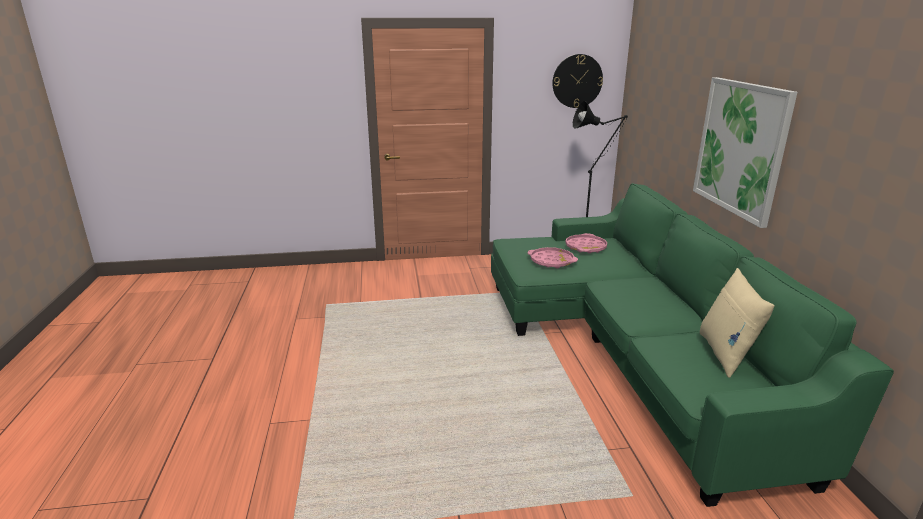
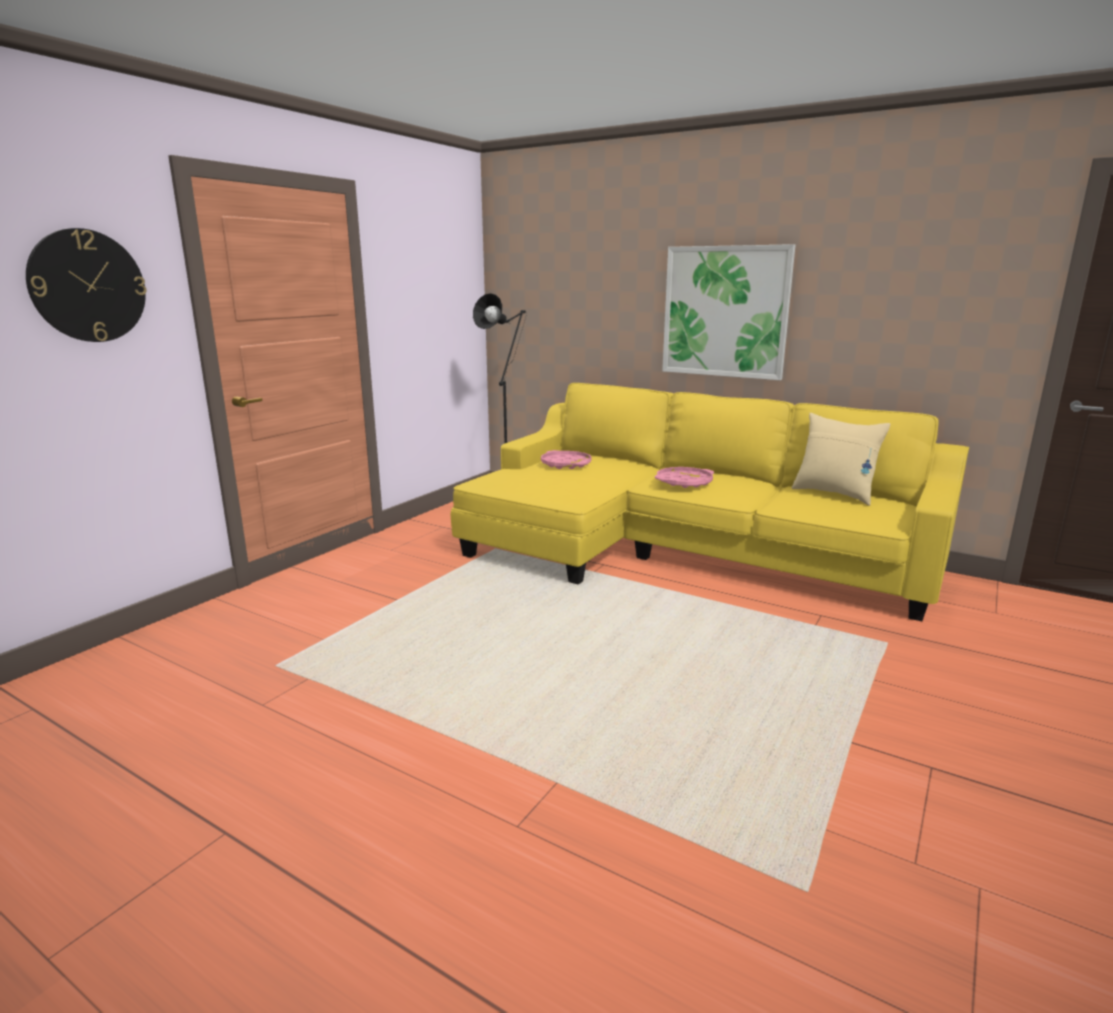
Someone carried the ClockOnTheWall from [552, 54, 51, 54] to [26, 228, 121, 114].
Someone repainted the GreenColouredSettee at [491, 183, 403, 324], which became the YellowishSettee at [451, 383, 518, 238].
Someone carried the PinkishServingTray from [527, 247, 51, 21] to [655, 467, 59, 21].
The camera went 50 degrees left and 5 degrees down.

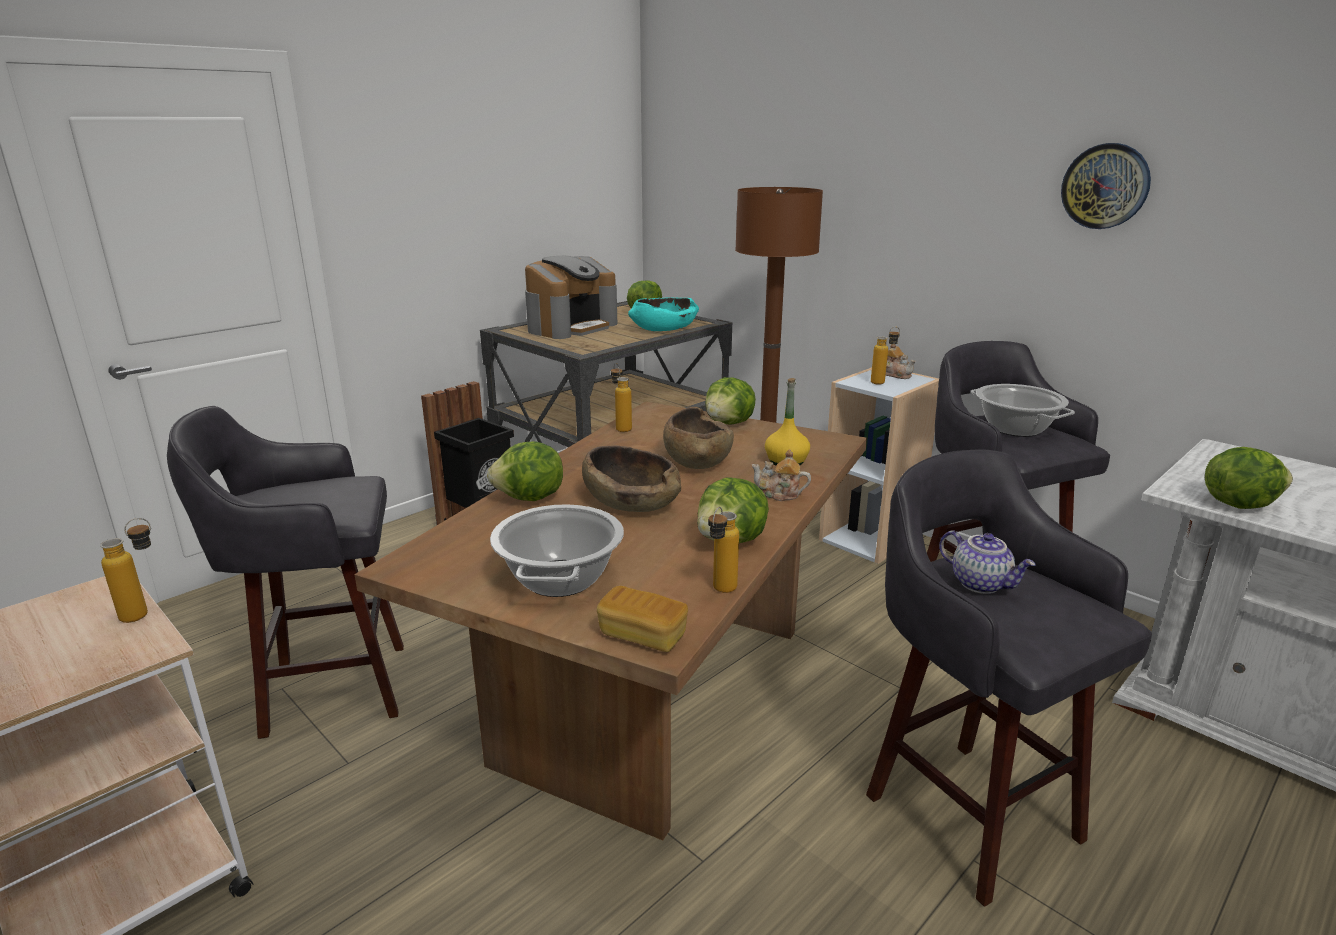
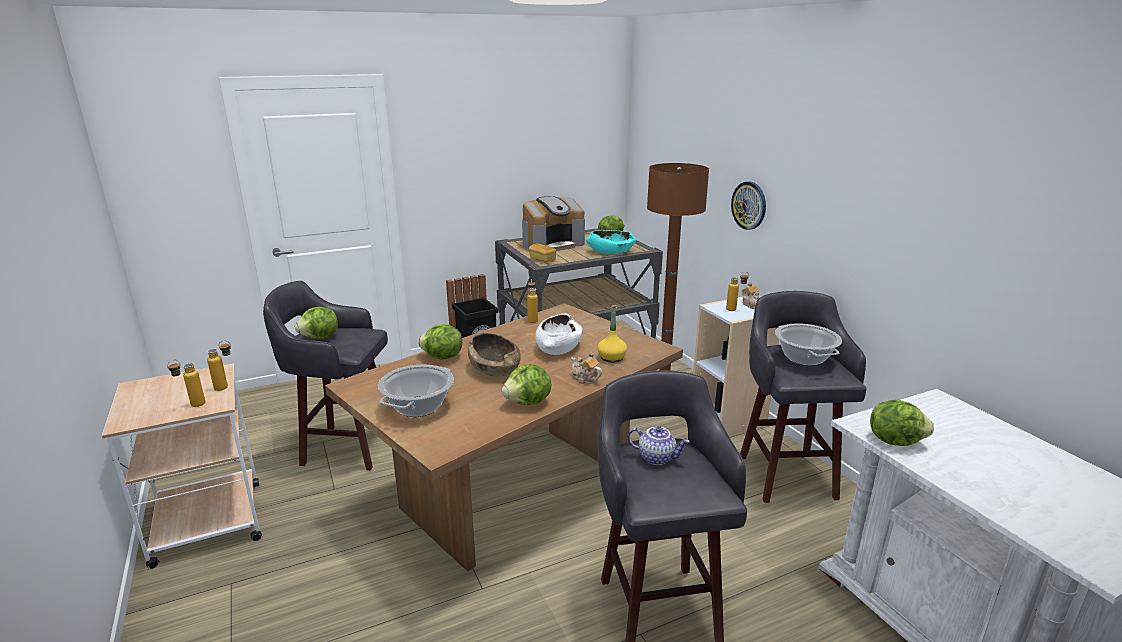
Someone carried the DrinkBottle from [708, 507, 31, 86] to [167, 360, 38, 47].
Someone carried the LettuceHead from [705, 377, 51, 47] to [295, 307, 43, 32].
Someone carried the BakedBread from [597, 586, 91, 66] to [529, 243, 27, 19].
Someone repainted the BrownBowl at [663, 407, 71, 62], which became the WhiteBowl at [535, 314, 47, 41].
Someone rotated the Teapot at [939, 530, 97, 64] by 45 degrees counterclockwise.
Someone carried the ClockOnTheWall from [1061, 143, 90, 86] to [731, 181, 35, 49].
The camera went 20 degrees right and 0 degrees up.

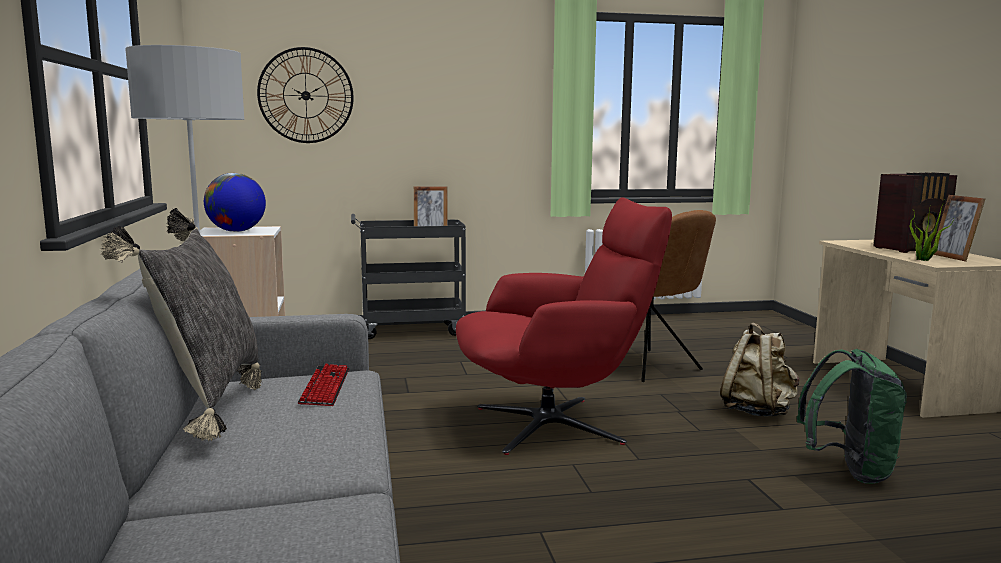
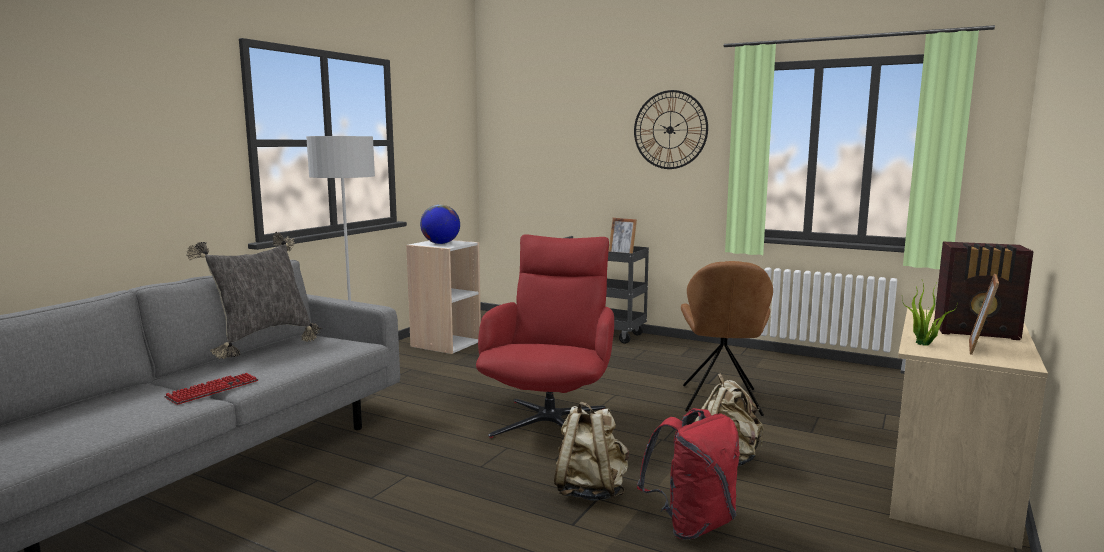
Someone carried the ComputerKeyboard from [298, 364, 51, 42] to [164, 373, 94, 32].
Someone rotated the RedColouredArmchair at [456, 197, 216, 258] by 105 degrees counterclockwise.
Someone put down the BeigeColouredBackpack at [554, 402, 75, 99].
Someone carried the ClockOnTheWall from [257, 47, 97, 96] to [634, 90, 74, 79].
Someone repainted the GreenColouredBackpack at [797, 349, 110, 135], which became the RedColouredBackpack at [637, 408, 103, 131].
The camera went 40 degrees right and 0 degrees up.

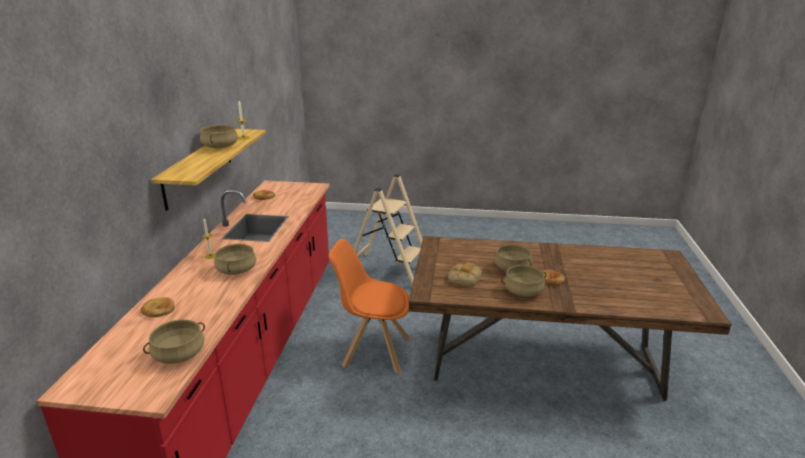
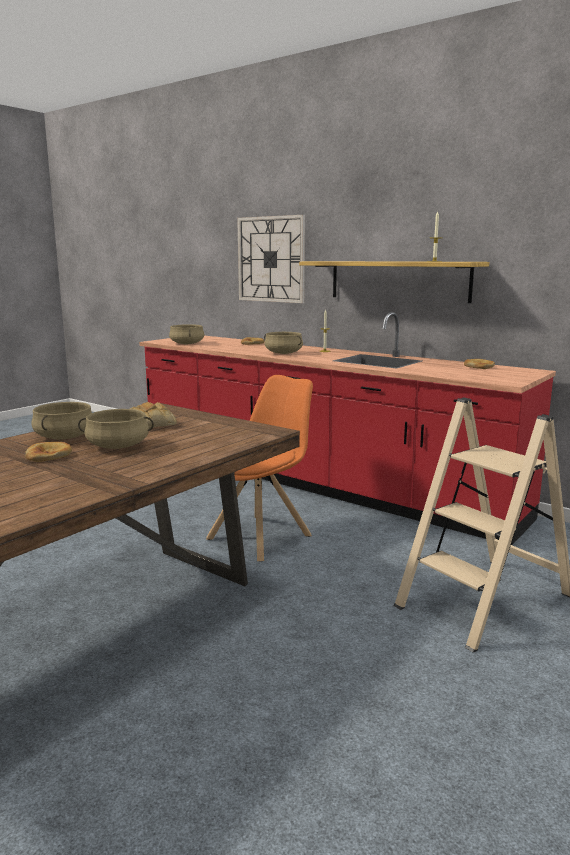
Someone put up the ClockOnTheWall at [237, 215, 68, 88].
Someone took away the BeigeColouredCookingPot at [200, 124, 38, 24].
The camera went 120 degrees right and 10 degrees down.

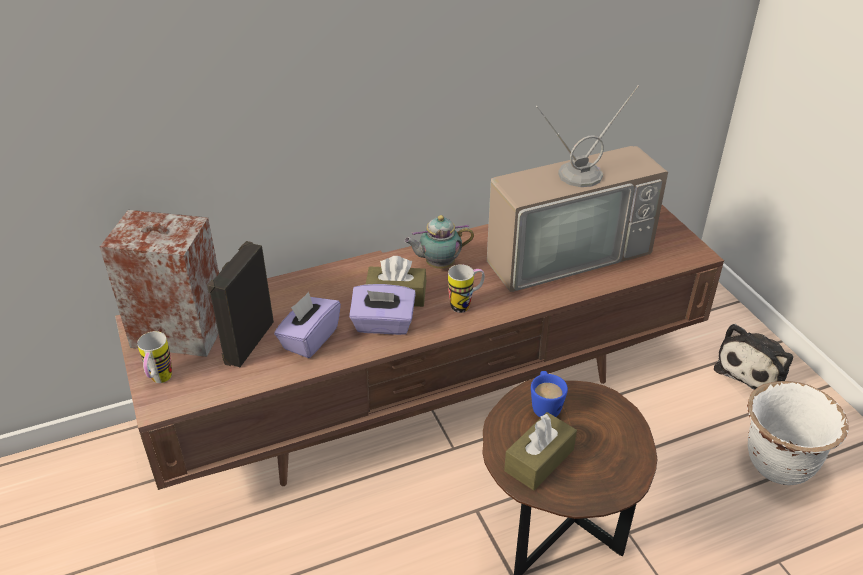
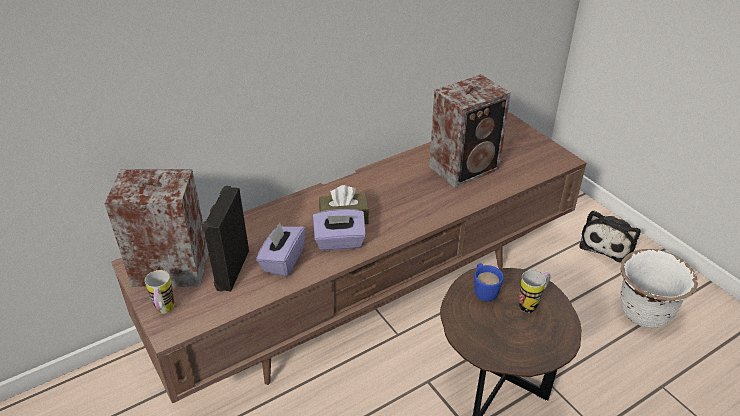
Someone swapped the Tv at [487, 85, 181, 207] for the Speaker at [429, 74, 82, 114].
Someone carried the TeaMug from [448, 264, 37, 49] to [519, 270, 32, 43].
Someone took away the Teapot at [404, 215, 70, 54].
Someone took away the BrownTissueHolder at [504, 412, 73, 78].
The camera went 10 degrees left and 0 degrees up.

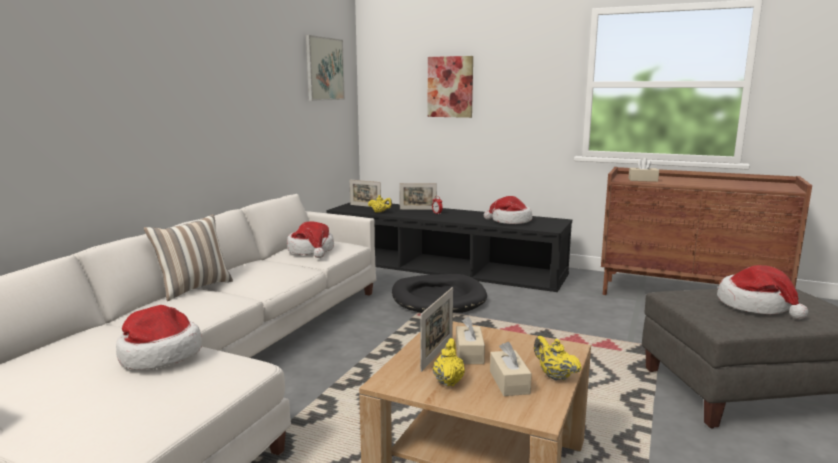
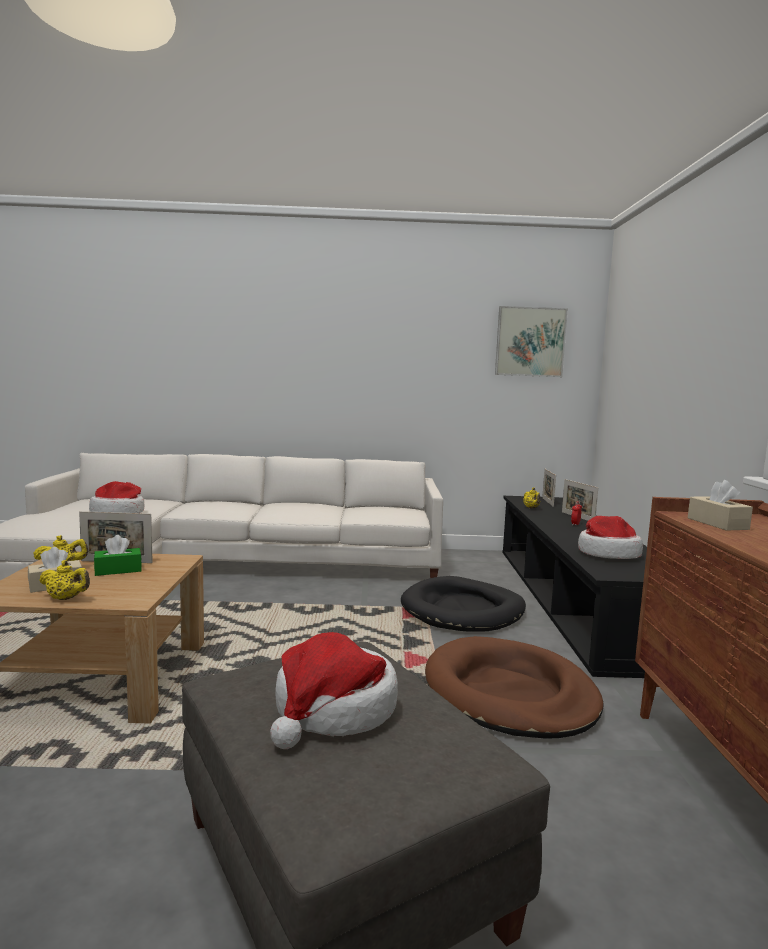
Someone rotated the YellowishTeapot at [534, 336, 48, 44] by 75 degrees clockwise.
Someone repainted the BeigeColouredTissueHolder at [456, 317, 29, 47], which became the GreenColouredTissueHolder at [94, 535, 48, 41].
Someone put down the BrownPetBed at [425, 636, 179, 103].
Someone took away the ThrowPillow at [144, 214, 89, 87].
Someone took away the ClothingHat at [287, 221, 47, 37].
Someone took away the WallArt at [428, 56, 45, 62].
The camera went 65 degrees right and 5 degrees down.

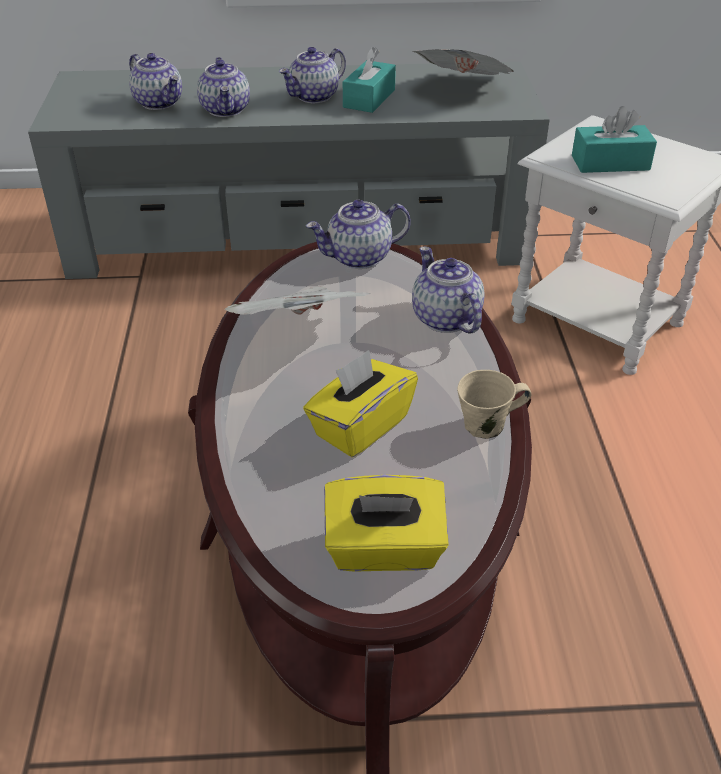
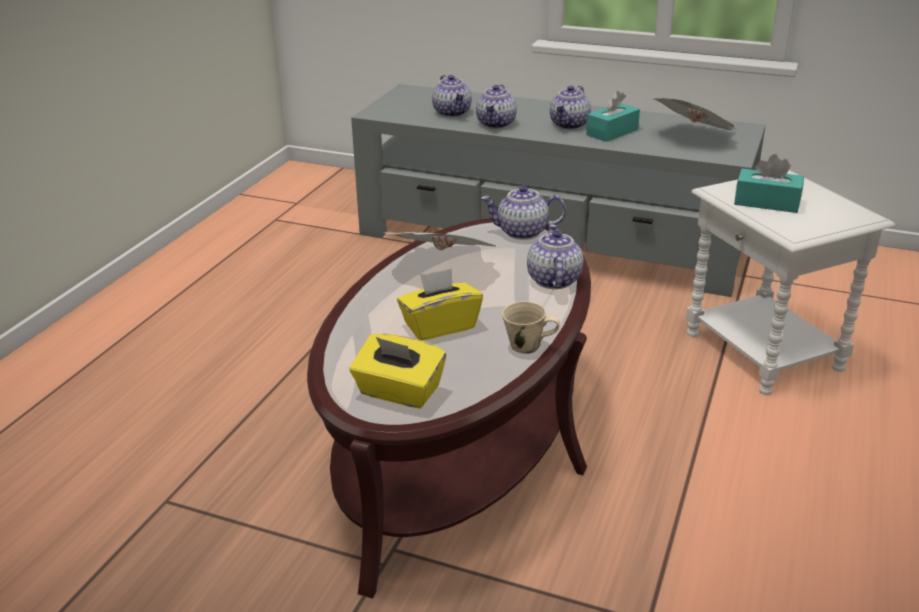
Someone rotated the Teapot at [279, 47, 67, 56] by 45 degrees counterclockwise.
The camera went 25 degrees right and 10 degrees down.

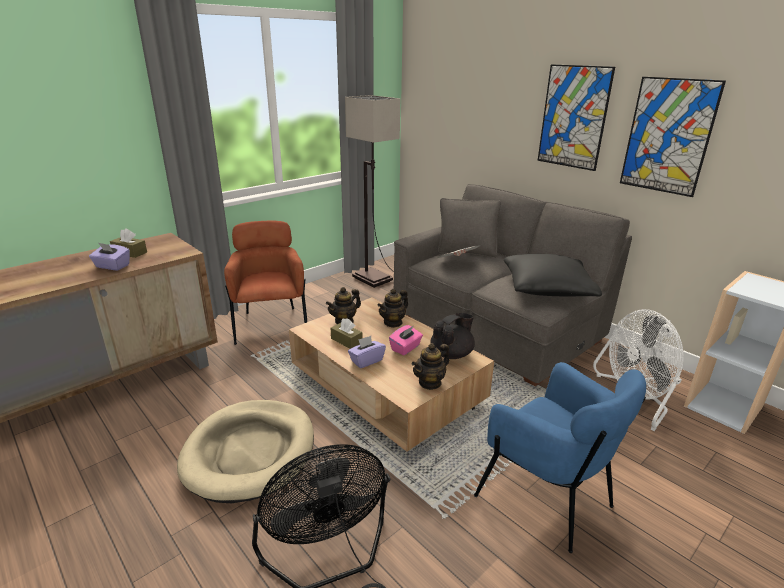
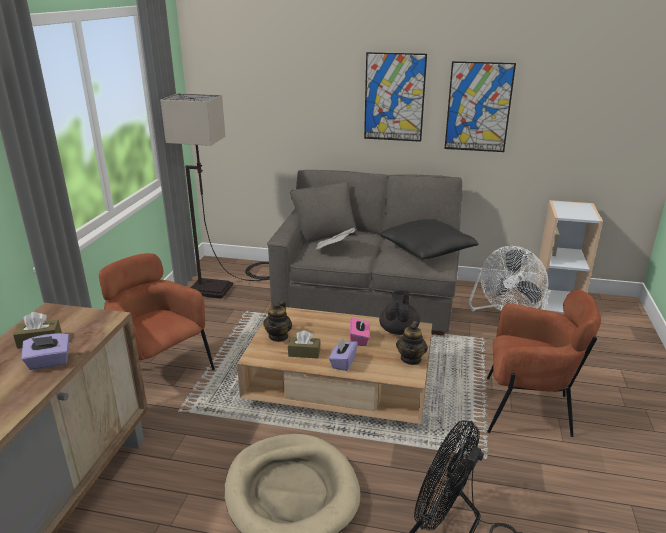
Someone repainted the BlueColouredArmchair at [474, 362, 172, 191], which became the BrownArmchair at [487, 290, 114, 147].
Someone took away the Teapot at [377, 288, 31, 40].
The camera went 35 degrees left and 0 degrees up.

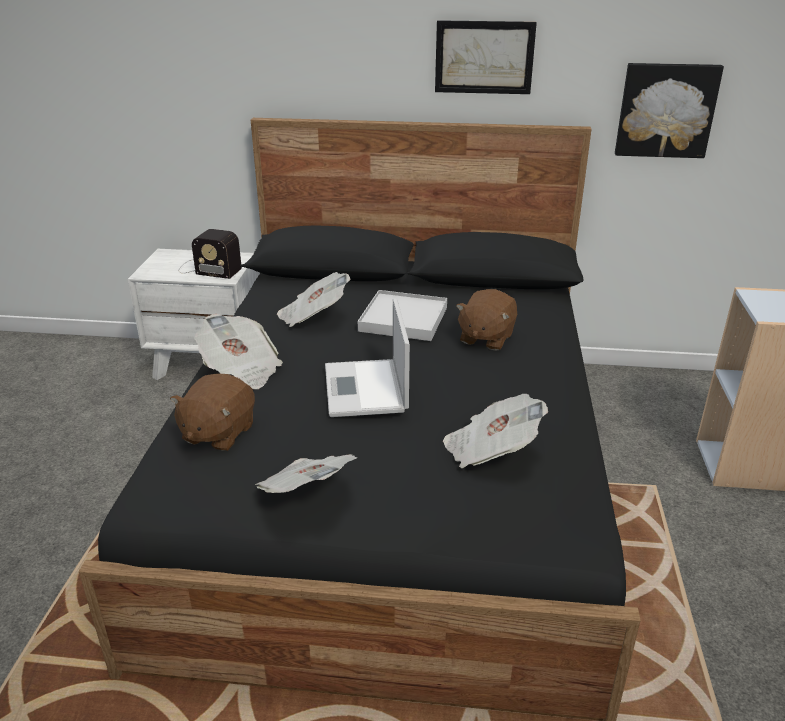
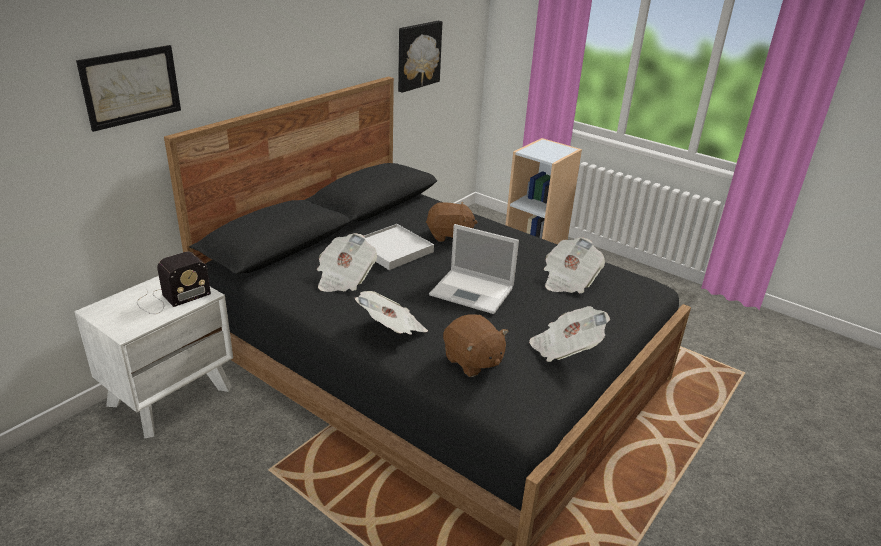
Someone carried the WallArt from [435, 20, 102, 74] to [76, 45, 105, 87].
Someone rotated the BrownCuddlyToy at [456, 289, 61, 62] by 60 degrees counterclockwise.
The camera went 60 degrees left and 0 degrees up.

